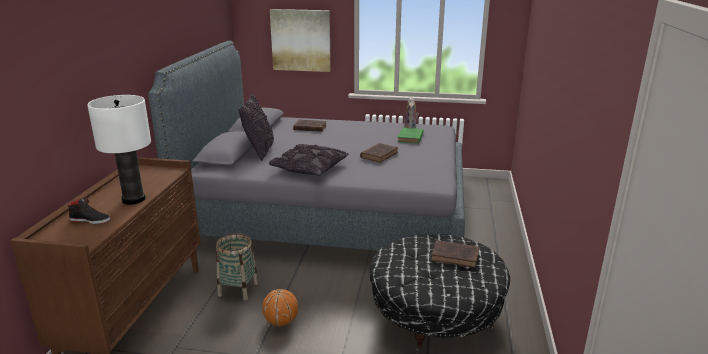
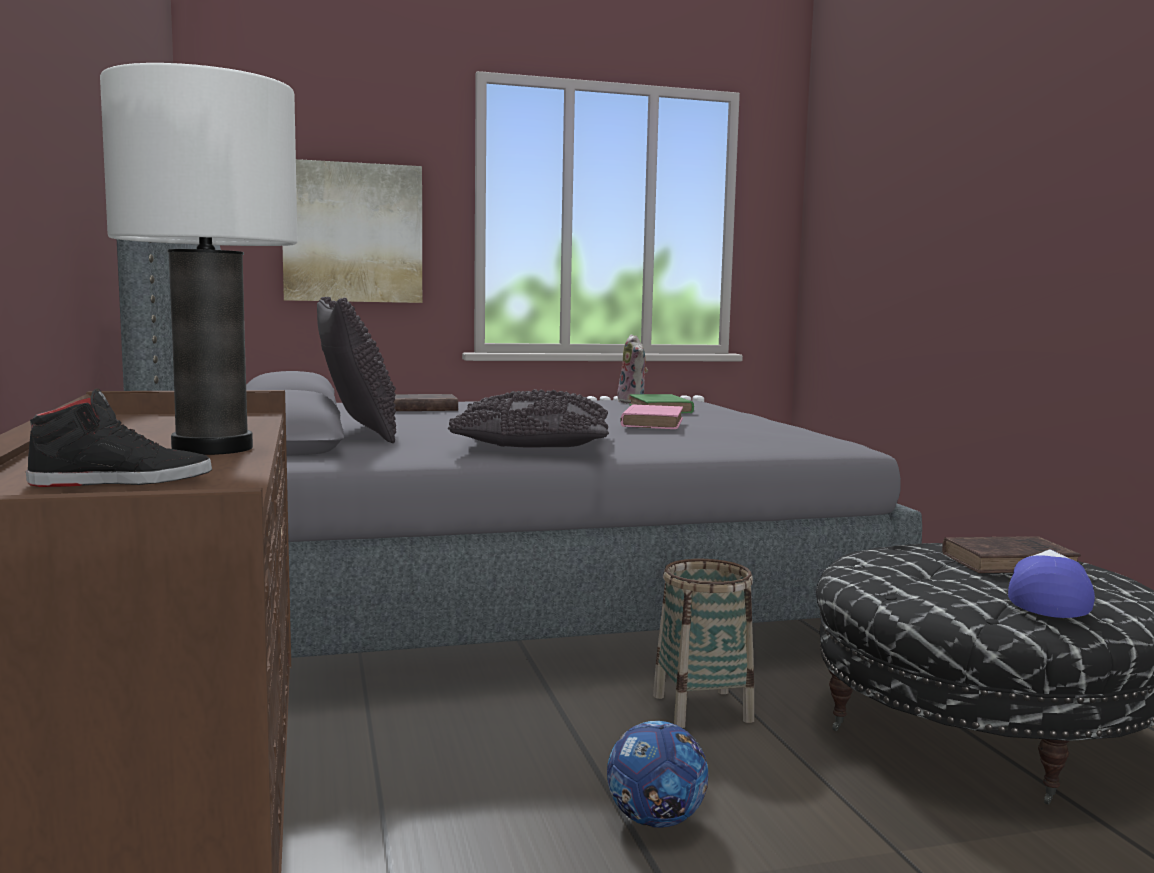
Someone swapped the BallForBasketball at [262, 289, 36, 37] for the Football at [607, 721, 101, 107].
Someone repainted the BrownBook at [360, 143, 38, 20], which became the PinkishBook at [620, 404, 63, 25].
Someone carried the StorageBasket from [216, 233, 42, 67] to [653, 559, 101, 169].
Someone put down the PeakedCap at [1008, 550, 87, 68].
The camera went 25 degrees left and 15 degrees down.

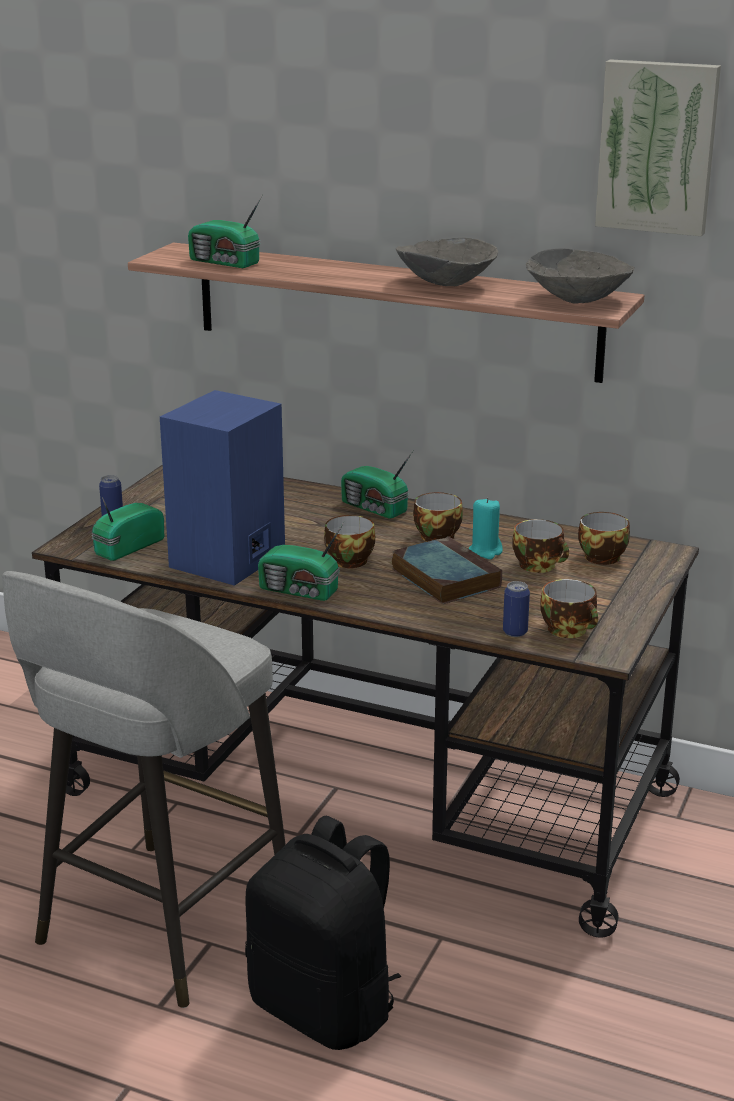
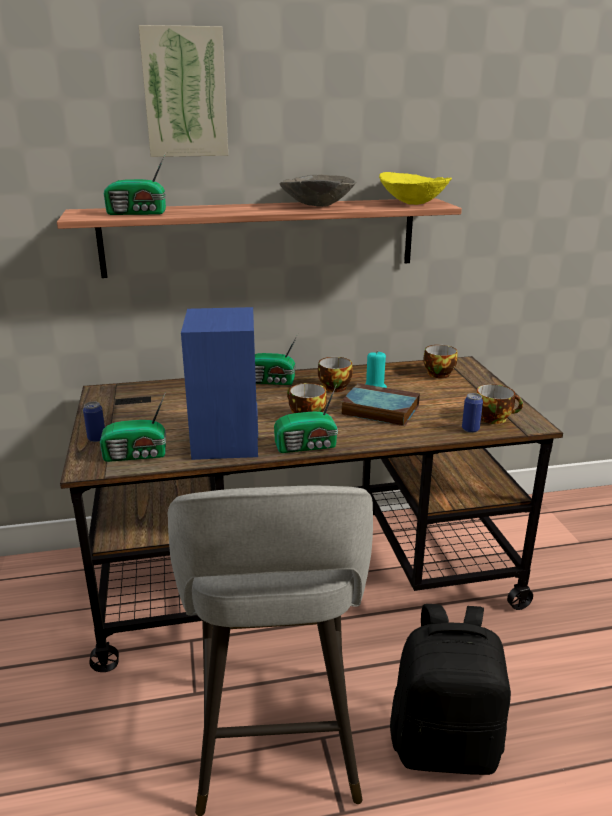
Someone rotated the RadioSet at [91, 497, 73, 64] by 105 degrees counterclockwise.
Someone carried the WallArt from [595, 59, 126, 177] to [138, 25, 90, 132].
Someone repainted the GrayBowl at [526, 248, 109, 56], which became the YellowishBowl at [379, 172, 73, 33].
Someone took away the DrinkingCup at [512, 519, 57, 54].
The camera went 35 degrees left and 0 degrees up.

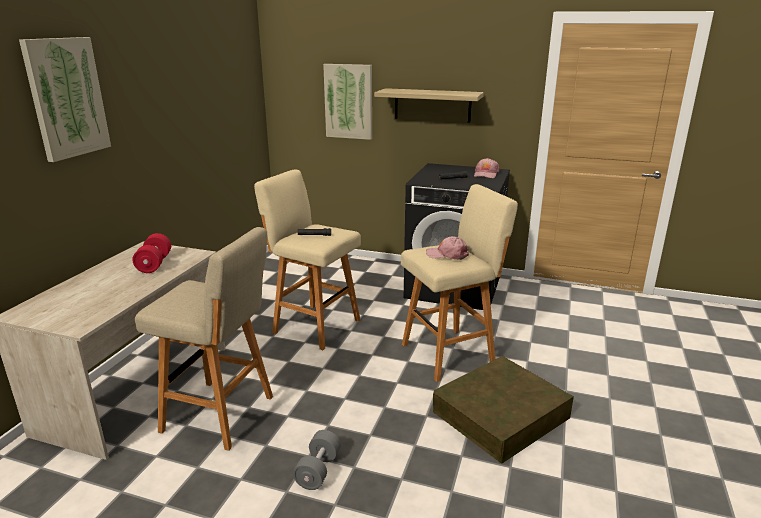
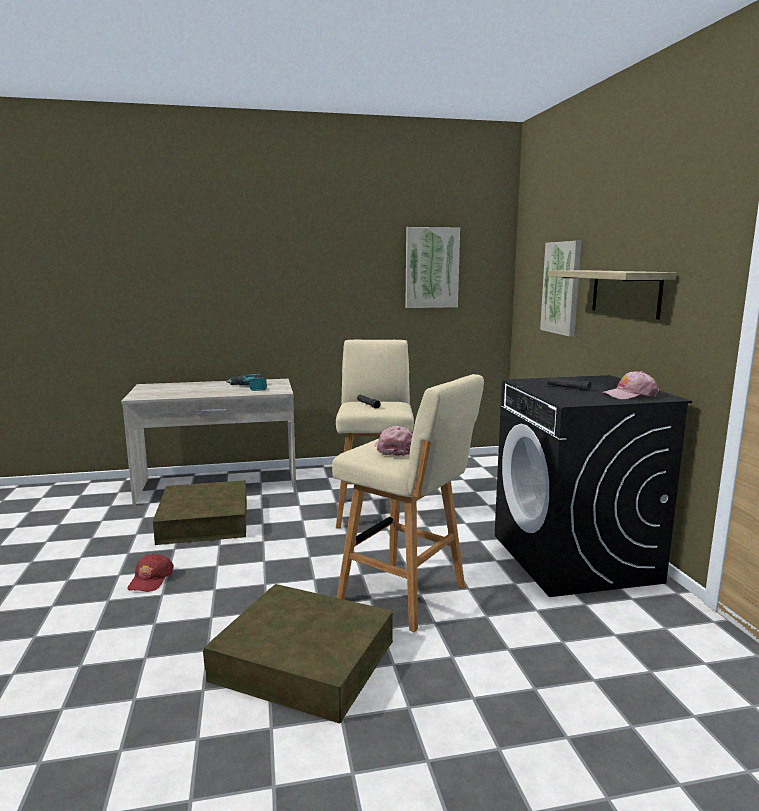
Someone swapped the GrayHandWeight at [293, 430, 48, 60] for the RedColouredPeakedCap at [128, 554, 46, 38].
Someone swapped the BeigeColouredStool at [135, 227, 138, 224] for the BrownStorageContainer at [153, 480, 94, 65].
Someone swapped the RedColouredHandWeight at [132, 233, 39, 40] for the ElectricDrill at [226, 374, 41, 17].
Someone carried the WallArt from [19, 37, 92, 125] to [405, 227, 55, 81].
The camera went 60 degrees right and 10 degrees down.

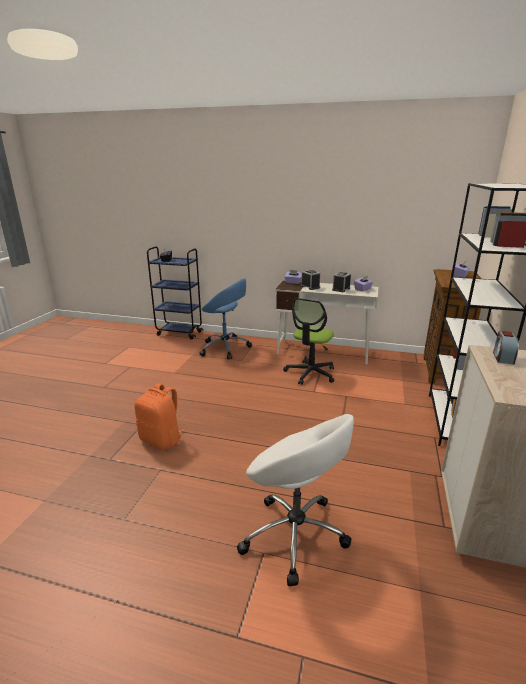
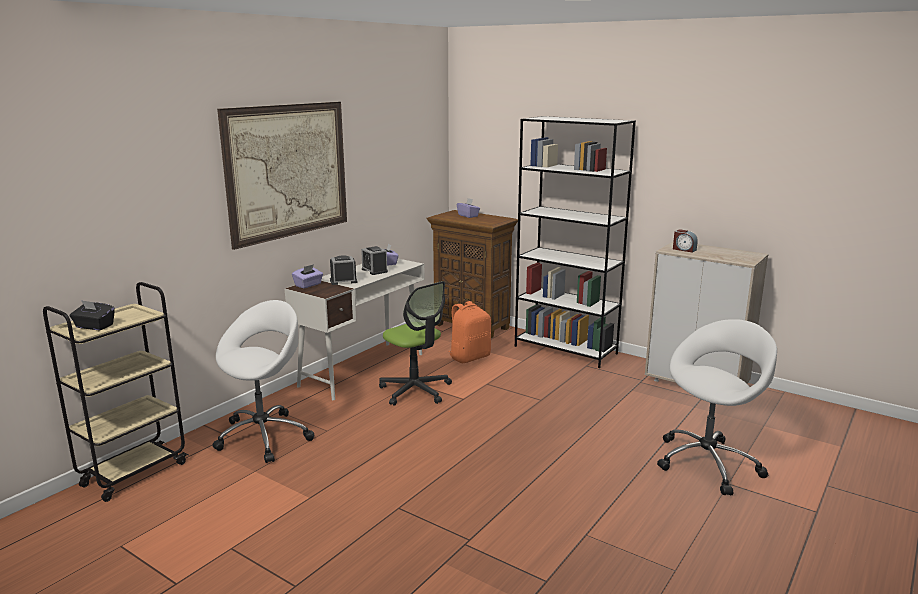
Someone repainted the BlueColouredWheeledCart at [147, 246, 56, 94], which became the BeigeColouredWheeledCart at [43, 282, 147, 220].
Someone repainted the BlueColouredOfficeChair at [199, 278, 53, 81], which became the WhiteOfficeChair at [212, 300, 102, 163].
Someone put up the WallArt at [217, 102, 130, 148].
Someone carried the OrangeColouredBackpack from [134, 383, 50, 67] to [449, 301, 42, 62].
The camera went 70 degrees left and 5 degrees down.

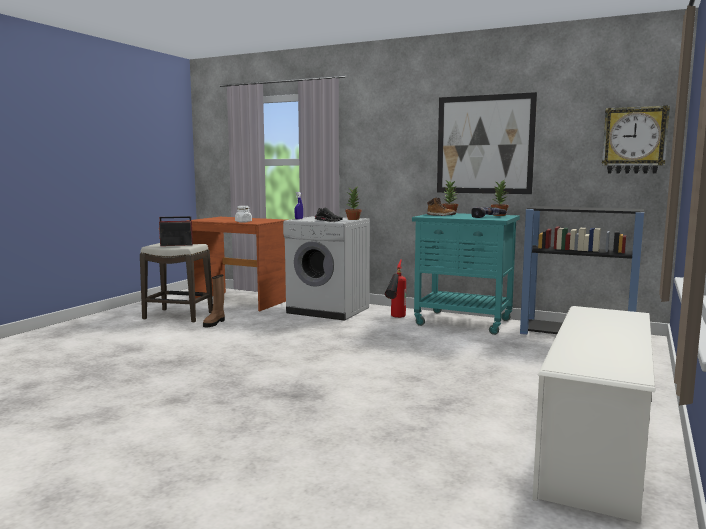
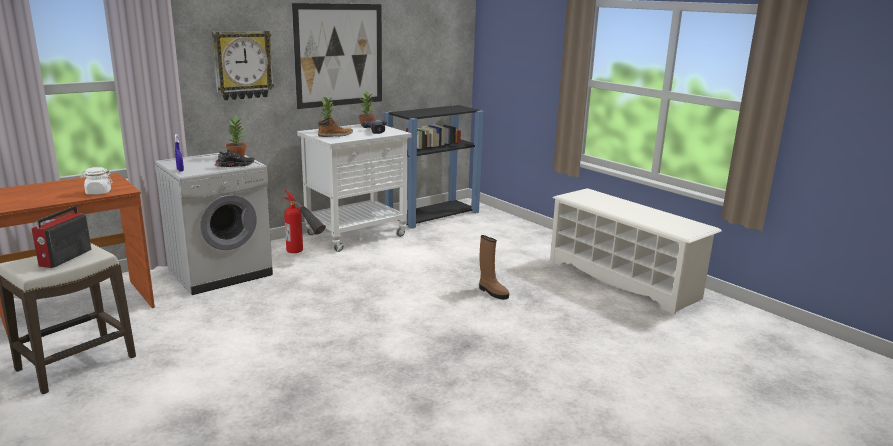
Someone carried the ClockOnTheWall from [602, 105, 68, 69] to [212, 31, 62, 69].
Someone repainted the TurquoiseWheeledCart at [412, 213, 108, 122], which became the WhiteWheeledCart at [297, 124, 114, 128].
Someone carried the BrownTallBoot from [203, 275, 22, 52] to [479, 235, 30, 65].
The camera went 65 degrees left and 10 degrees up.

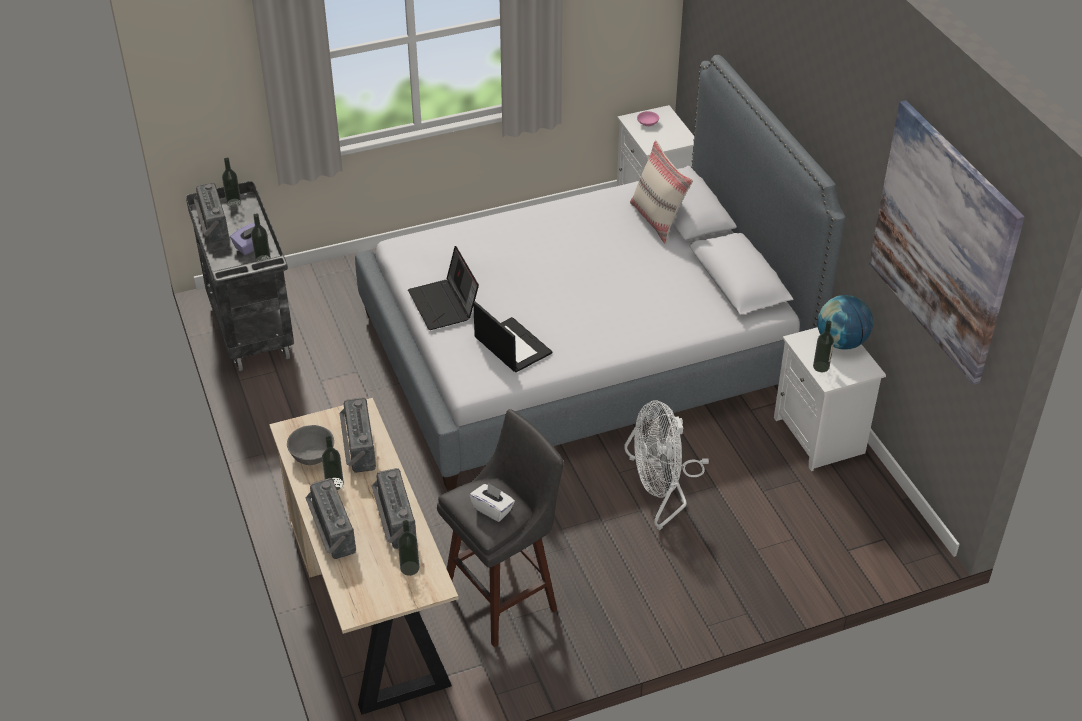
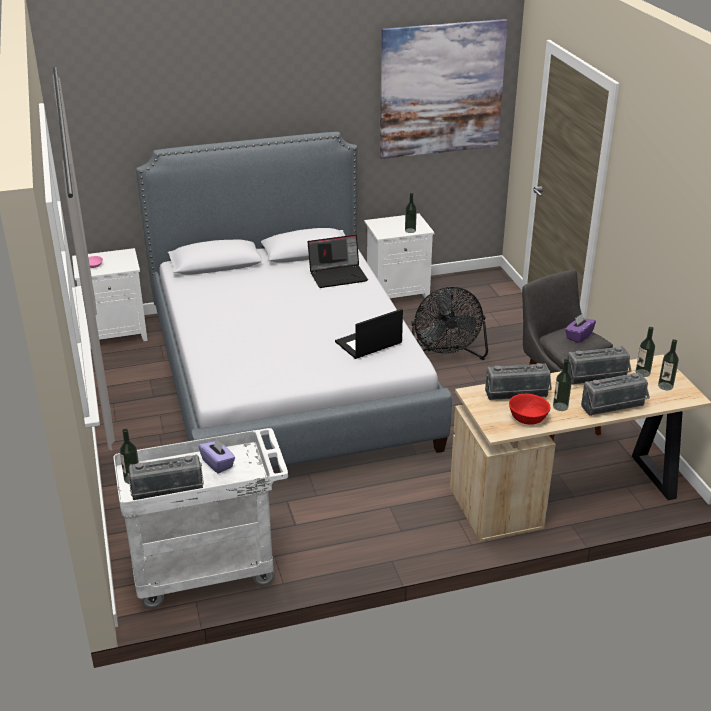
Someone repainted the BlackishWheeledCart at [186, 181, 108, 190], which became the WhiteWheeledCart at [113, 428, 175, 180].
Someone carried the Laptop from [408, 246, 71, 84] to [308, 235, 60, 53].
Someone repainted the WhiteFan at [624, 400, 87, 130], which became the BlackishFan at [412, 287, 76, 73].
Someone repainted the GrayBowl at [287, 425, 47, 40], which became the RedColouredBowl at [509, 394, 41, 31].
Someone repainted the WhiteTissueHolder at [470, 482, 45, 40], which became the PurplishTissueHolder at [565, 313, 31, 30].
Someone carried the DrinkBottle from [251, 214, 20, 47] to [658, 339, 21, 51].
Someone took away the BeigeColouredThrowPillow at [630, 140, 63, 104].
Someone took away the Globe at [818, 295, 55, 55].
The camera went 85 degrees left and 10 degrees down.

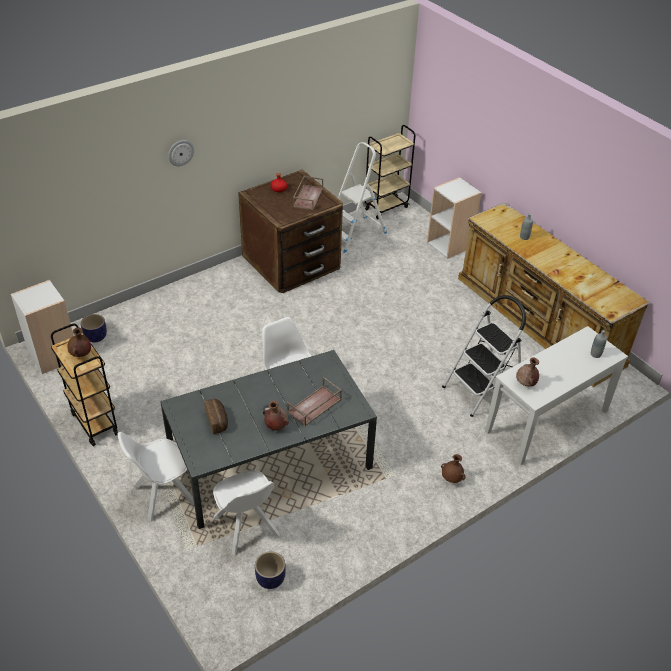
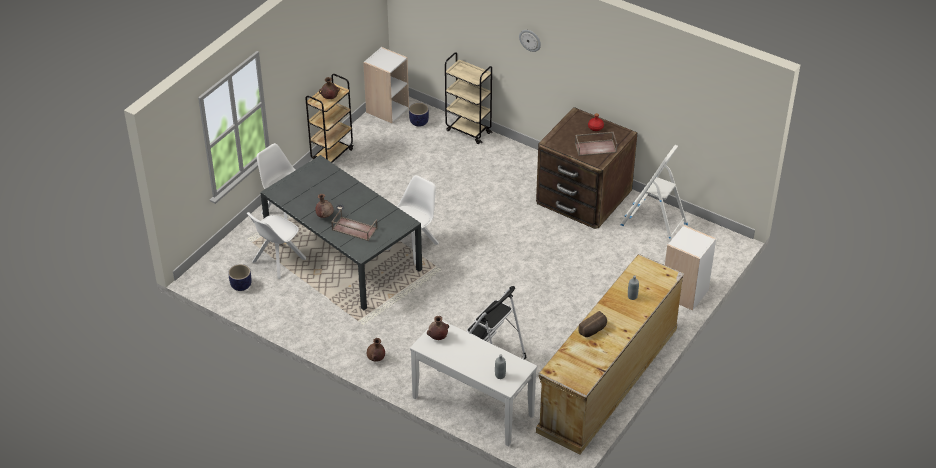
Someone carried the BeigeColouredWheeledCart from [365, 125, 50, 94] to [445, 52, 48, 92].
Someone carried the BakedBread from [204, 399, 24, 35] to [578, 311, 29, 26].
The camera went 70 degrees right and 0 degrees up.

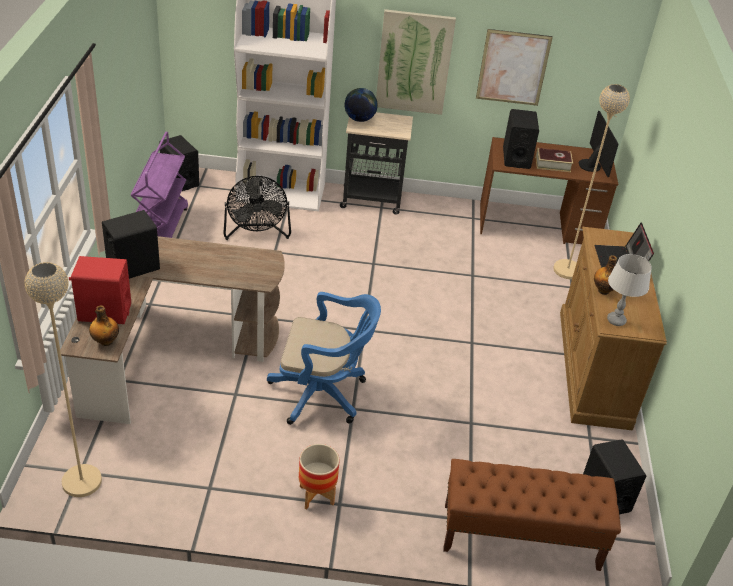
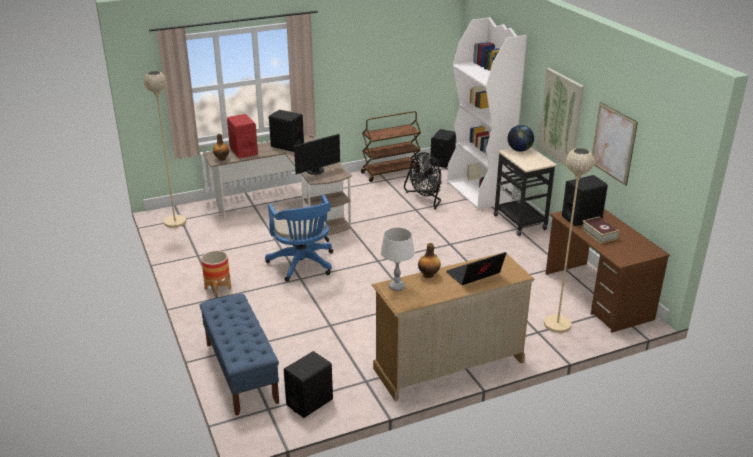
Someone repainted the BrownBench at [443, 459, 178, 112], which became the BlueColouredBench at [200, 294, 79, 122].
Someone carried the ComputerDisplay from [579, 110, 40, 67] to [294, 134, 46, 41].
Someone repainted the PurplishWheeledCart at [131, 132, 57, 106], which became the BrownWheeledCart at [361, 111, 60, 71].
The camera went 65 degrees right and 10 degrees down.

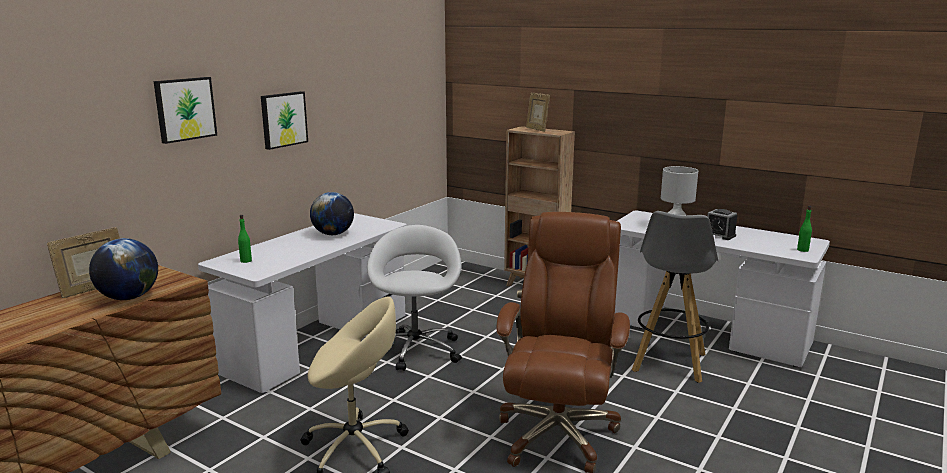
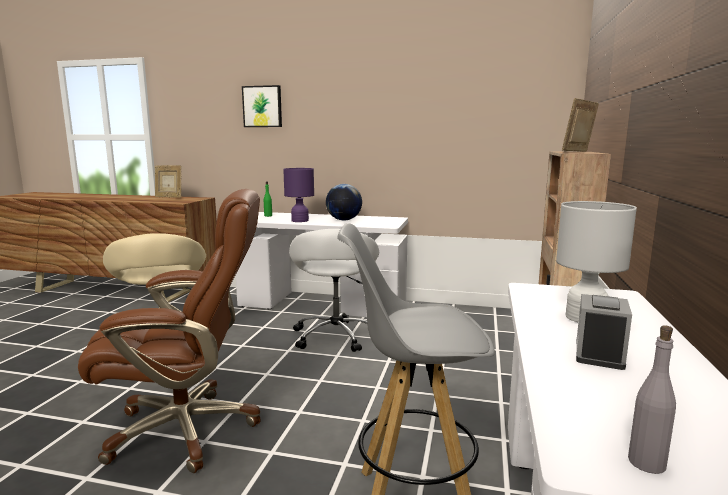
Someone put down the PurplishTabletopLamp at [283, 168, 31, 54].
Someone rotated the WhiteOfficeChair at [367, 225, 95, 146] by 105 degrees clockwise.
Someone repainted the GreenColouredDrinkBottle at [797, 206, 15, 46], which became the GrayDrinkBottle at [628, 325, 48, 149].
Someone took away the Globe at [89, 238, 69, 62].
Someone took away the WallArt at [261, 91, 47, 59].
The camera went 70 degrees right and 5 degrees down.

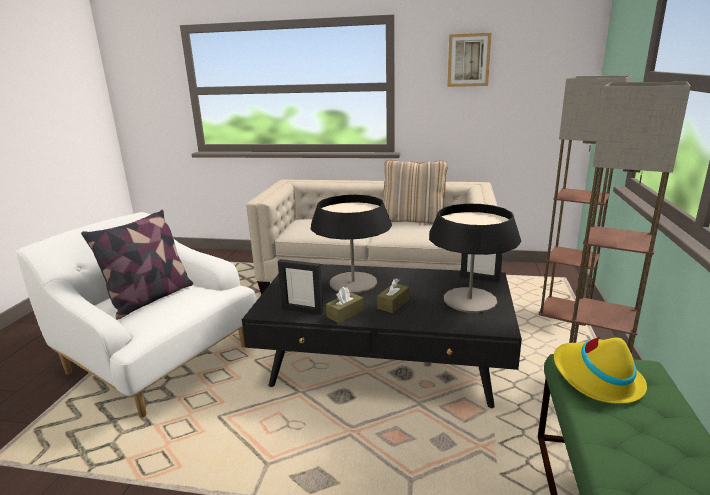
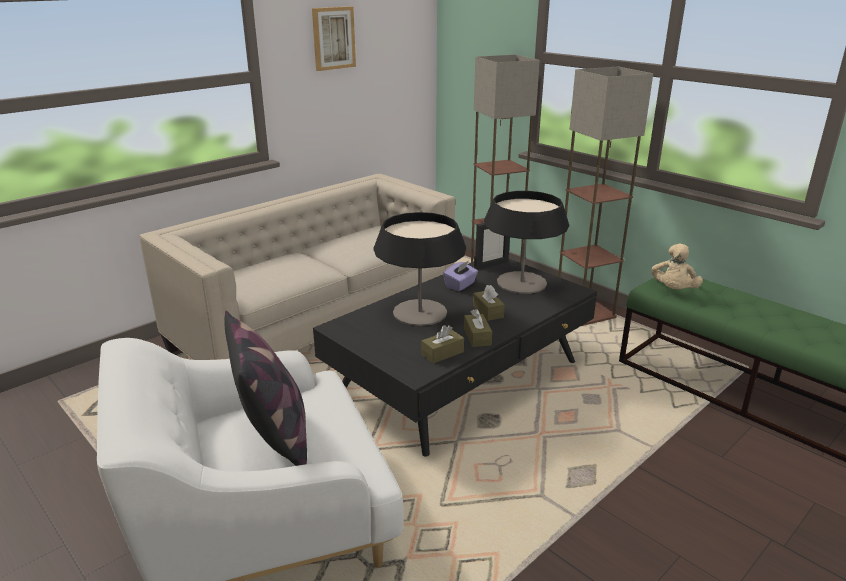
Someone swapped the PhotoFrame at [278, 259, 45, 56] for the BrownTissueHolder at [421, 325, 43, 39].
Someone put down the PurplishTissueHolder at [443, 261, 35, 30].
Someone swapped the YellowishClothingHat at [554, 337, 93, 67] for the BeigeColouredCuddlyToy at [651, 244, 52, 45].
Someone took away the BeigeColouredThrowPillow at [383, 160, 64, 64].
The camera went 55 degrees left and 5 degrees up.

